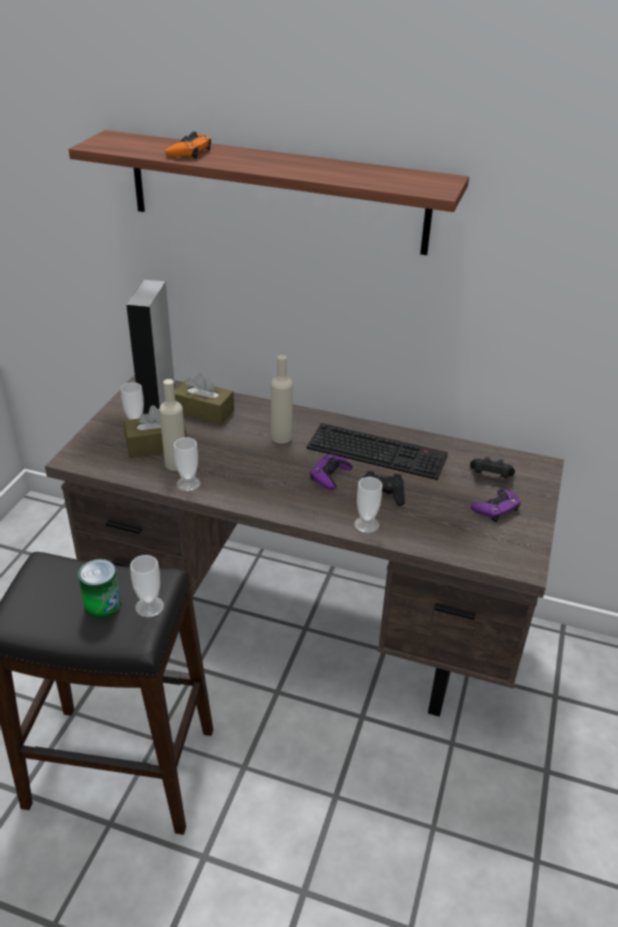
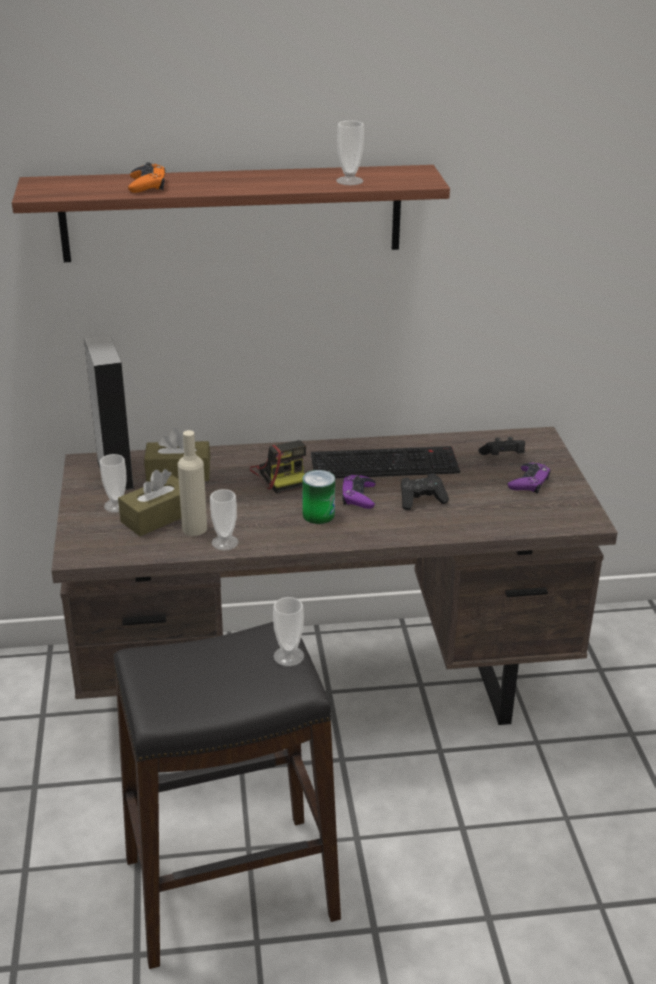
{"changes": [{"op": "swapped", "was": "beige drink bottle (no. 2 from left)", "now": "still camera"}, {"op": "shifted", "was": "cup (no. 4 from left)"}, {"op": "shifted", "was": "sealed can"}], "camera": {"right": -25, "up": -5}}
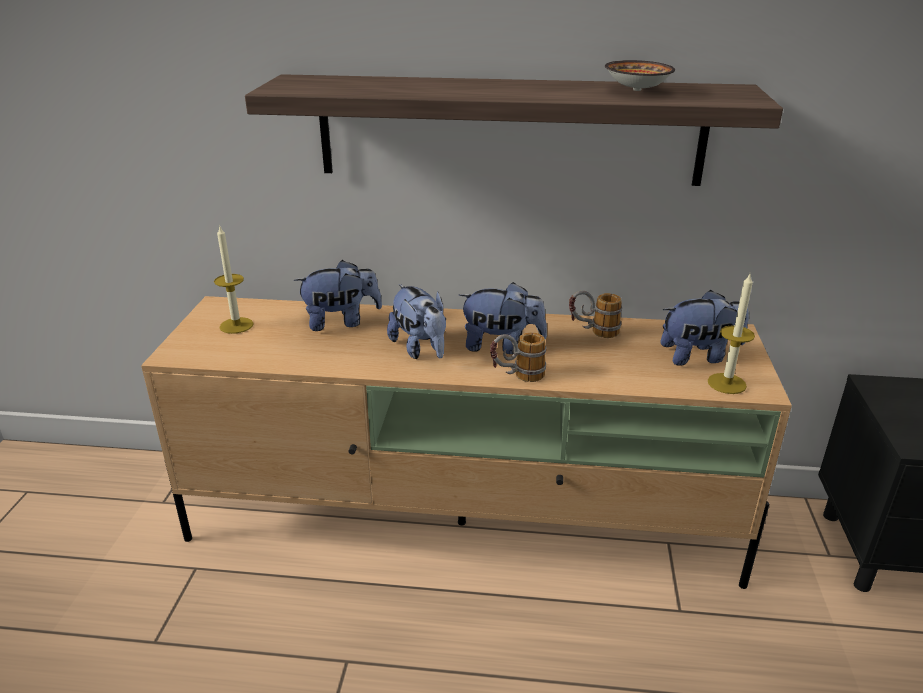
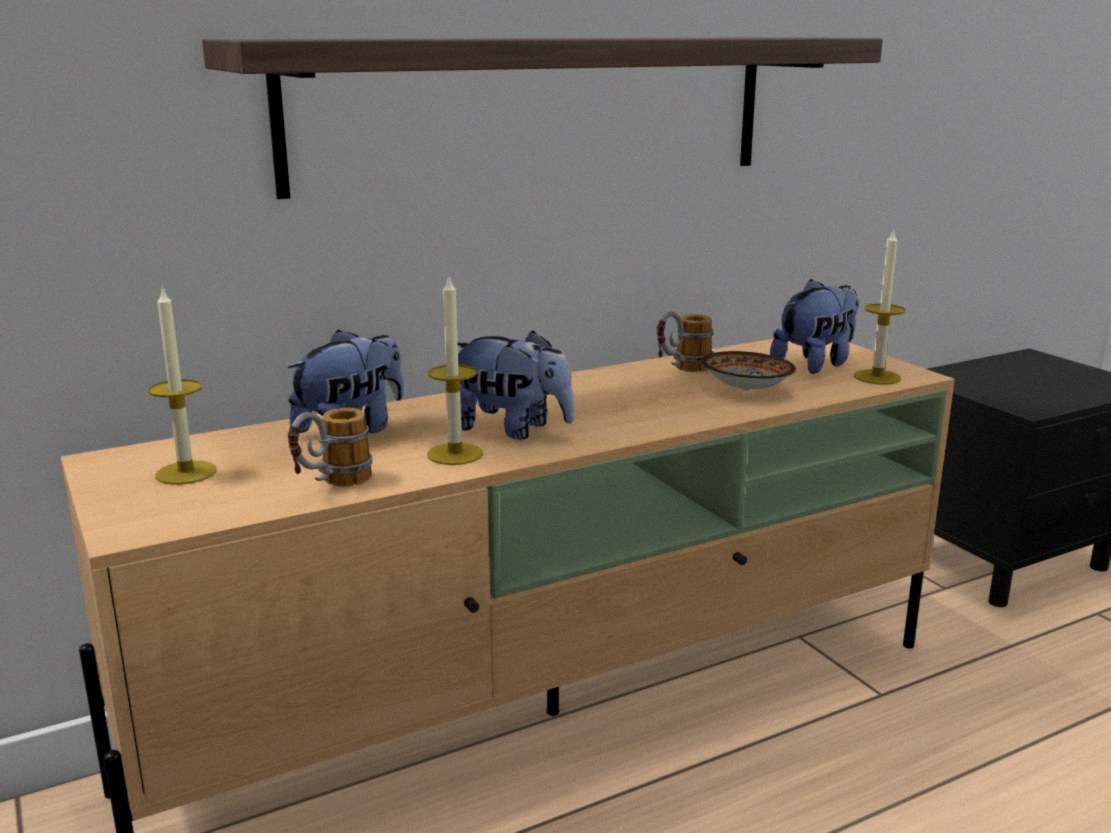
{"changes": [{"op": "shifted", "was": "bowl"}, {"op": "gone", "was": "plush toy (no. 3 from left)"}, {"op": "shifted", "was": "mug (no. 1 from left)"}, {"op": "new", "now": "wax light (no. 2 from left)"}], "camera": {"right": -35, "up": -10}}
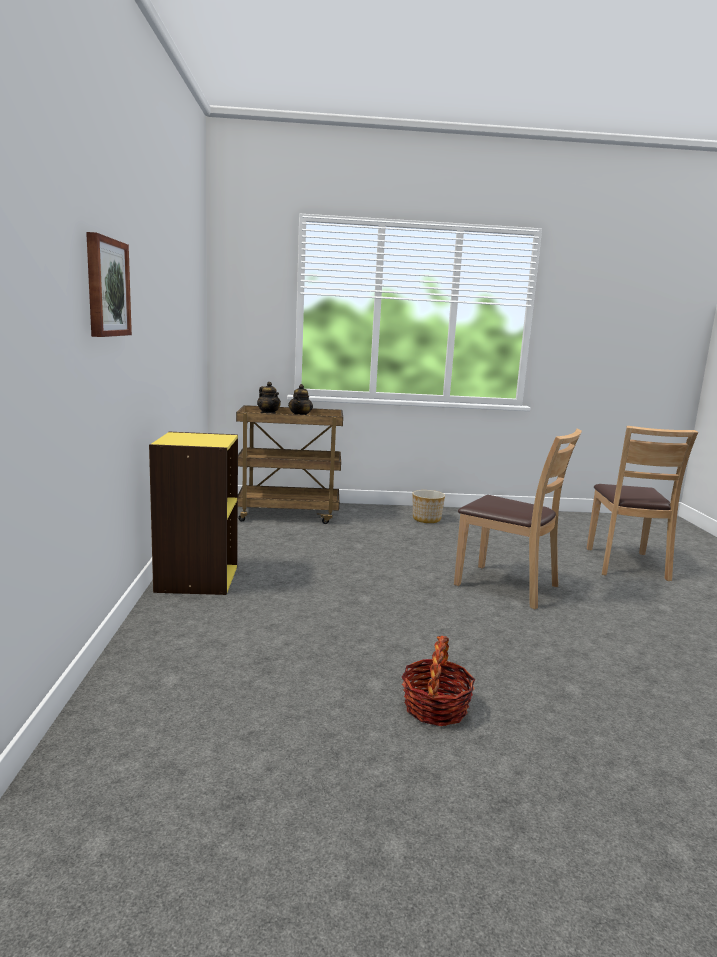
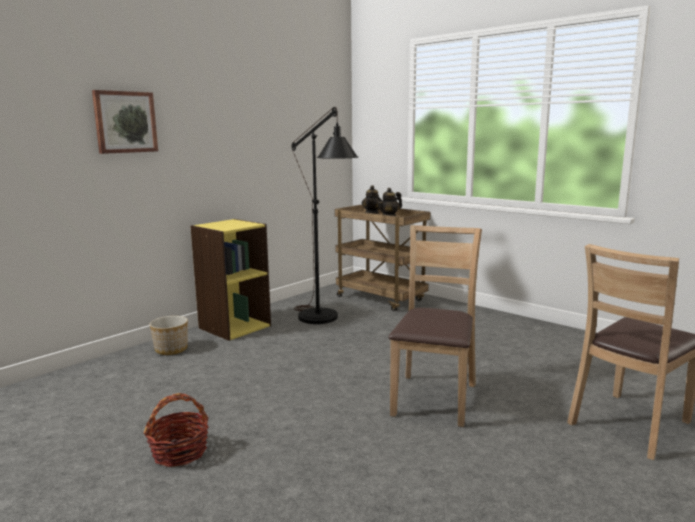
{"changes": [{"op": "rotated", "was": "brown-coloured chair (no. 1 from left)", "clockwise": -150}, {"op": "shifted", "was": "flower pot"}, {"op": "new", "now": "black standing lamp"}], "camera": {"right": 45, "up": 0}}
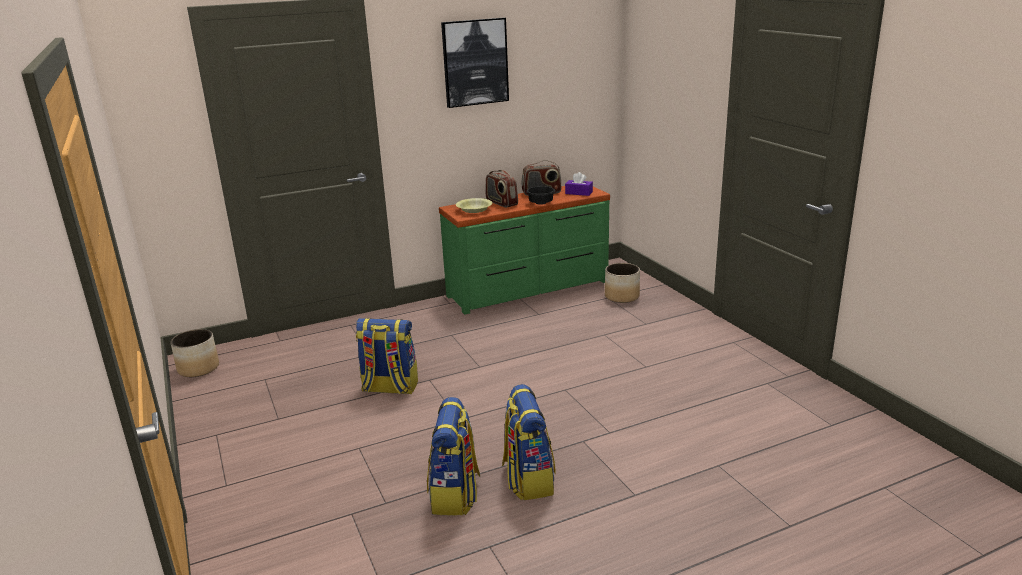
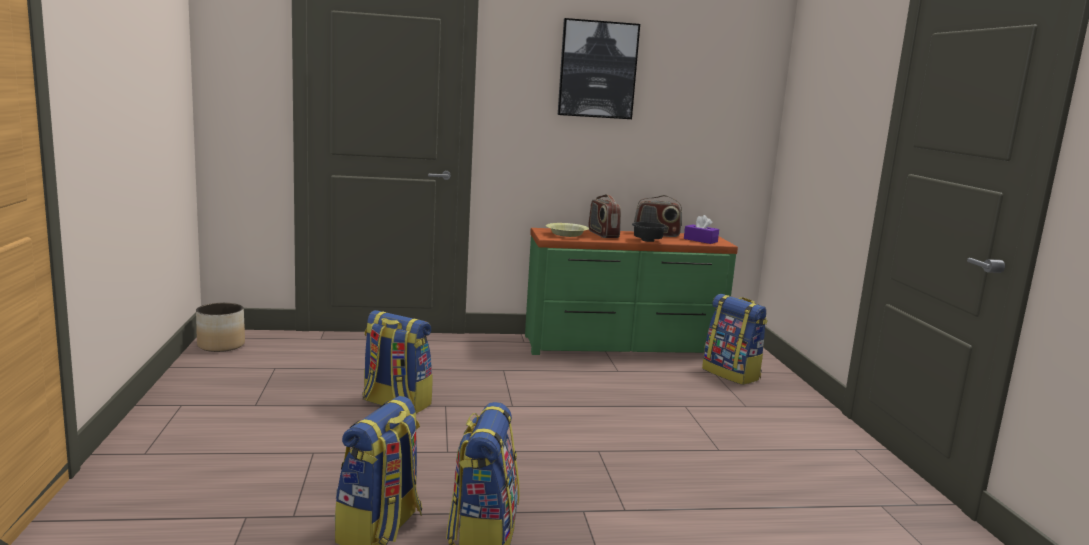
{"changes": [{"op": "swapped", "was": "flower pot (no. 2 from left)", "now": "backpack (no. 4 from left)"}], "camera": {"right": 15, "up": -10}}
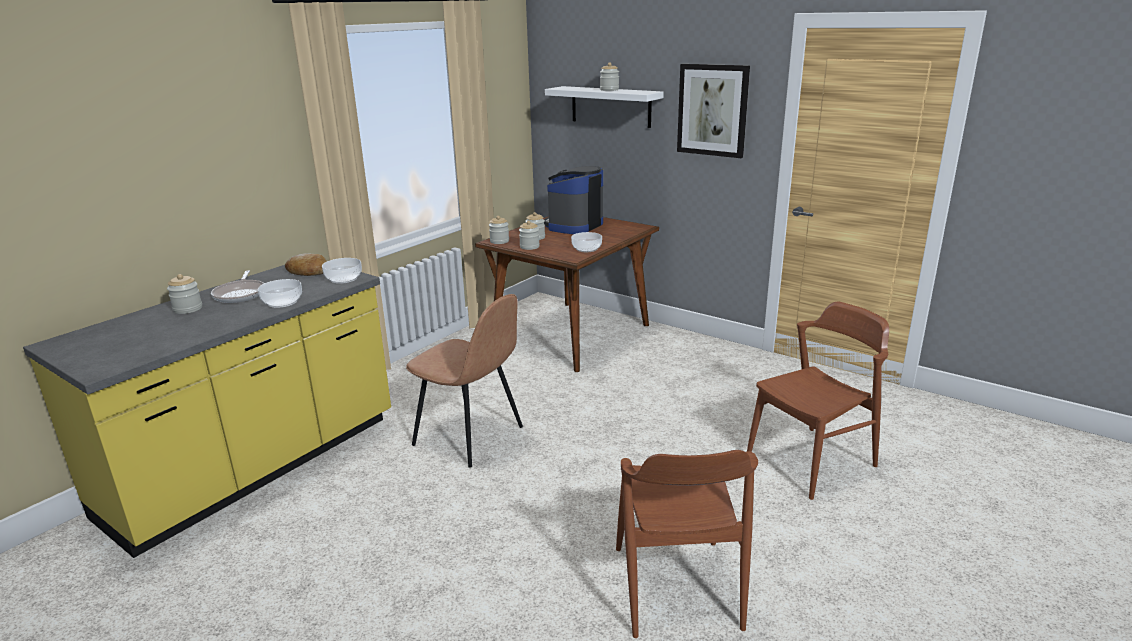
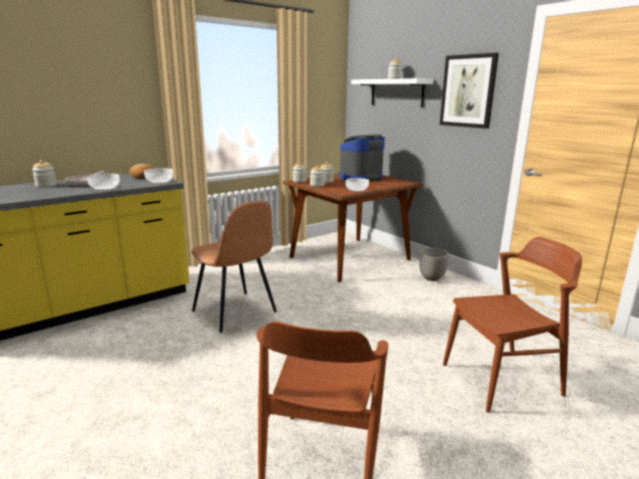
{"changes": [{"op": "new", "now": "flower pot"}], "camera": {"right": 15, "up": -5}}
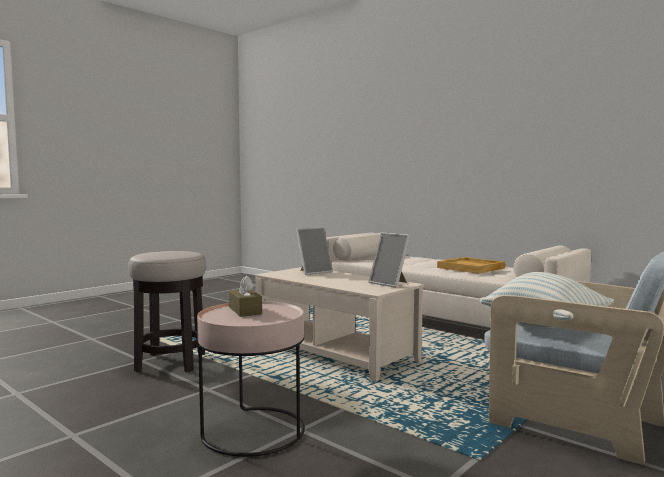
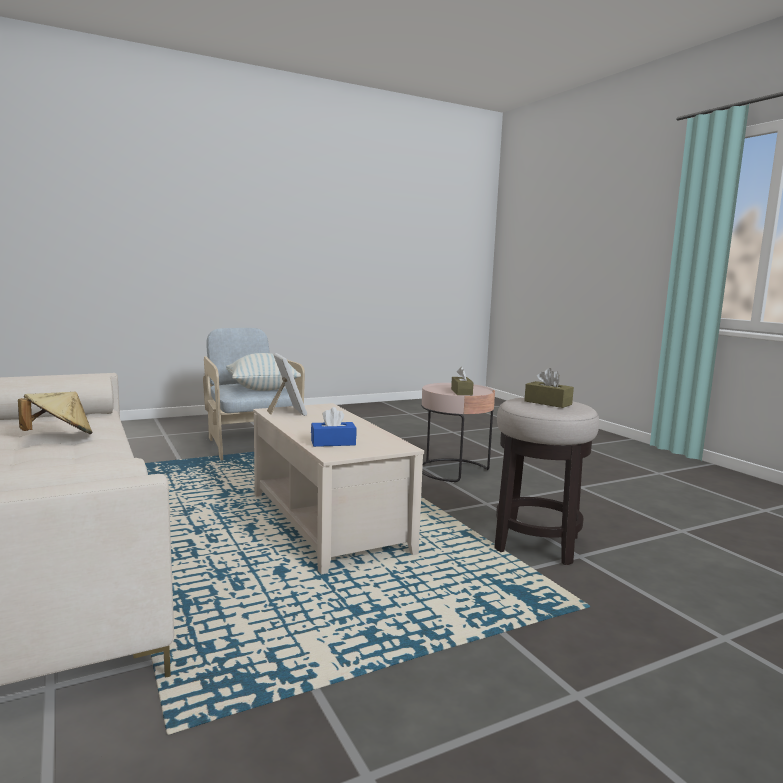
{"changes": [{"op": "swapped", "was": "standing frame (no. 1 from left)", "now": "bluish box of tissues"}, {"op": "swapped", "was": "beige carrying tray", "now": "beige hat"}, {"op": "new", "now": "brown-coloured box of tissues (no. 2 from left)"}], "camera": {"right": -160, "up": 5}}
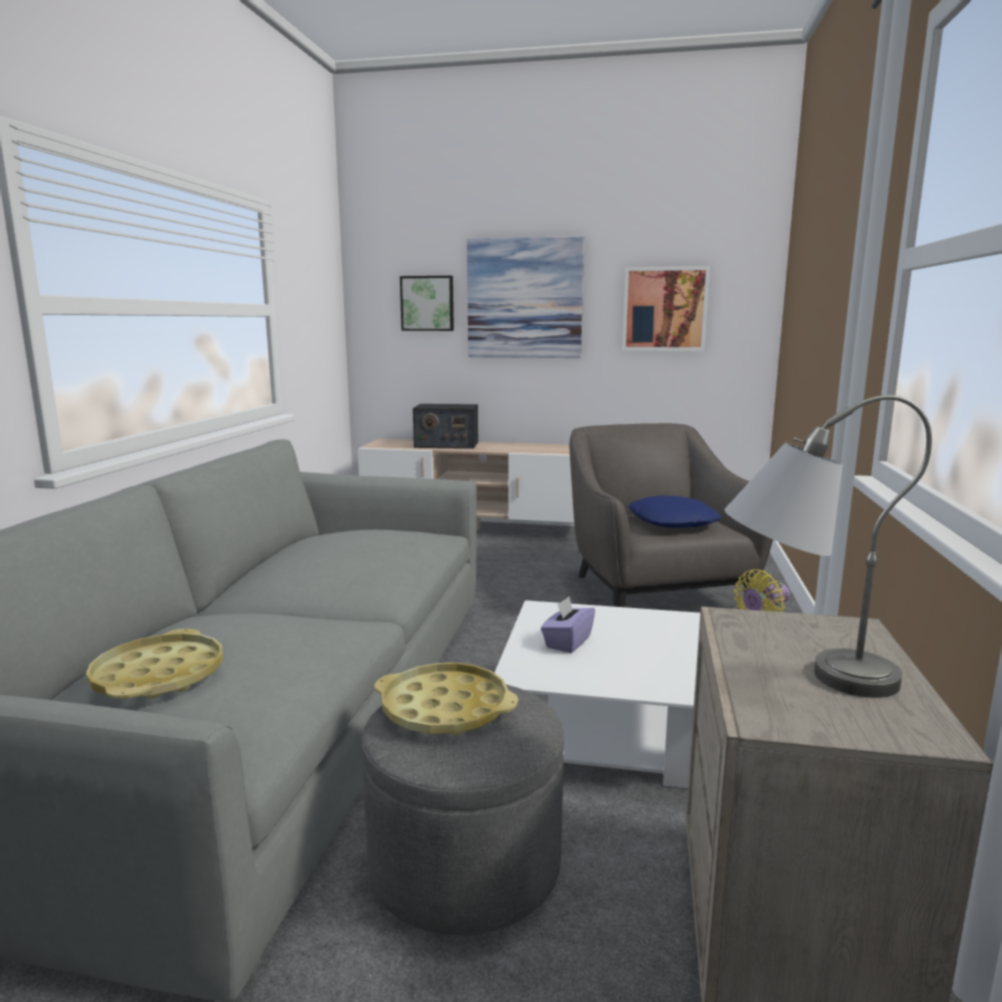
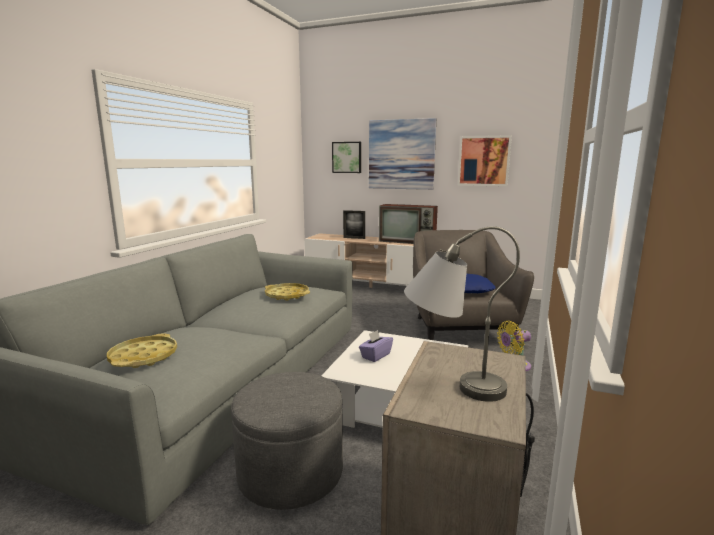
{"changes": [{"op": "swapped", "was": "radio receiver", "now": "standing frame"}, {"op": "shifted", "was": "yellow carrying tray (no. 2 from left)"}, {"op": "new", "now": "TV set"}], "camera": {"right": 10, "up": 0}}
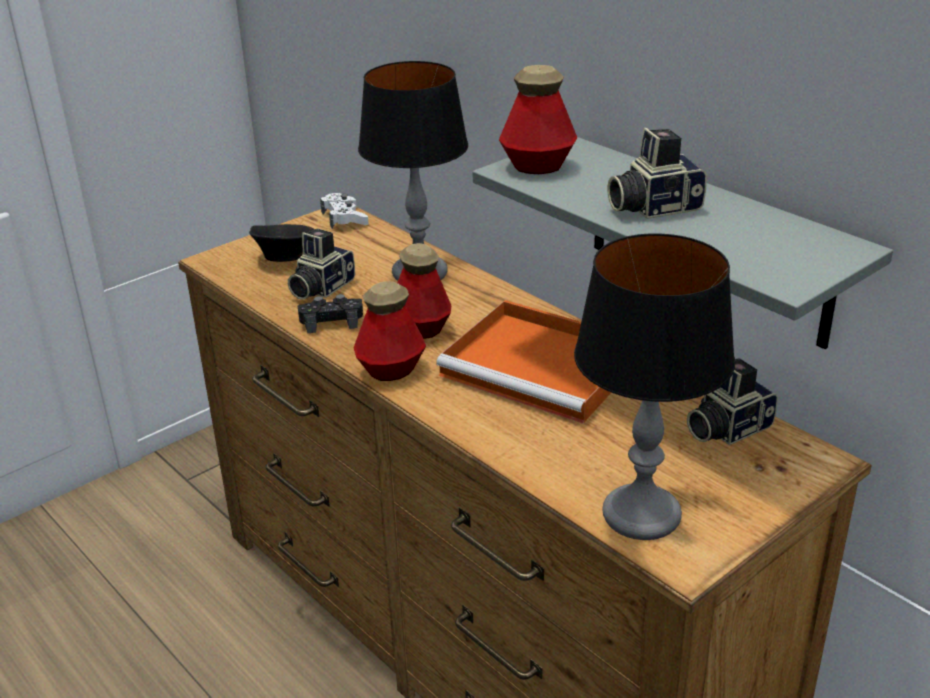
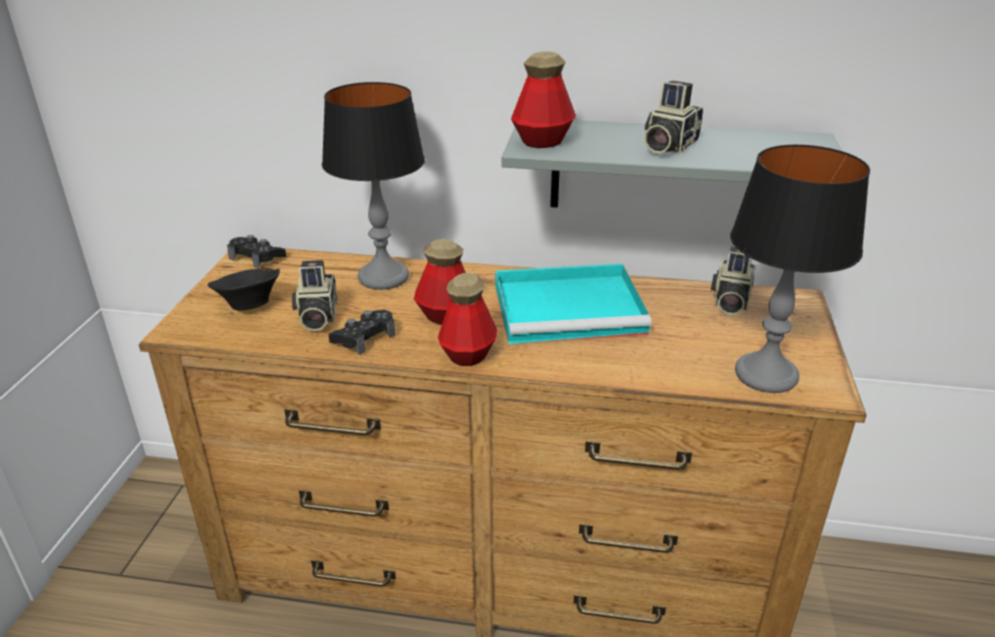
{"changes": [{"op": "repainted", "was": "white-coloured gamepad", "now": "black gamepad (no. 1 from left)"}, {"op": "repainted", "was": "orangey carrying tray", "now": "blue-green carrying tray"}], "camera": {"right": -40, "up": 0}}
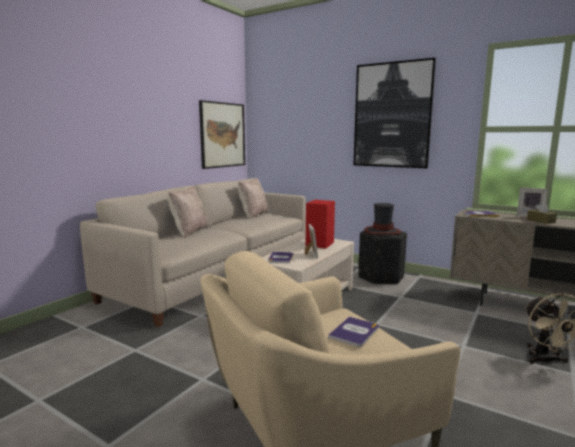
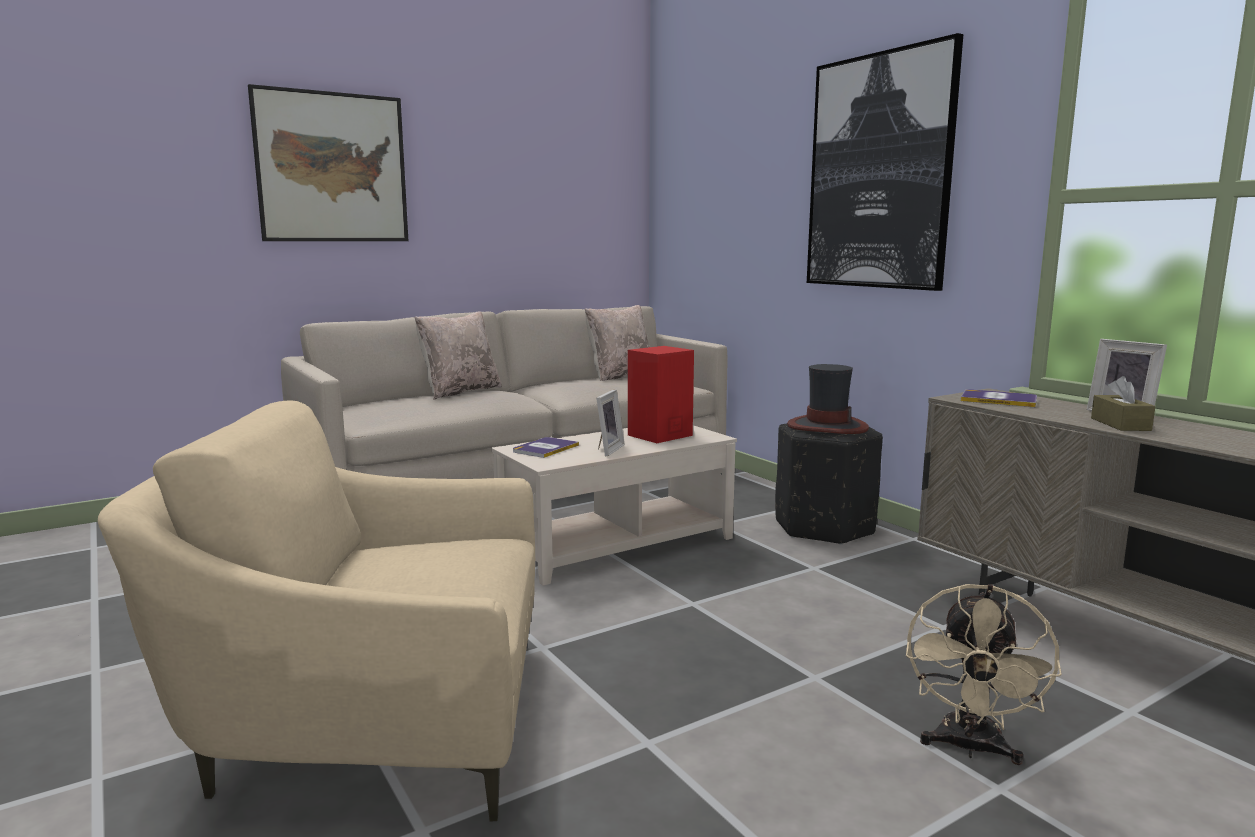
{"changes": [{"op": "shifted", "was": "picture (no. 1 from left)"}, {"op": "gone", "was": "book (no. 2 from left)"}], "camera": {"right": 25, "up": 0}}
